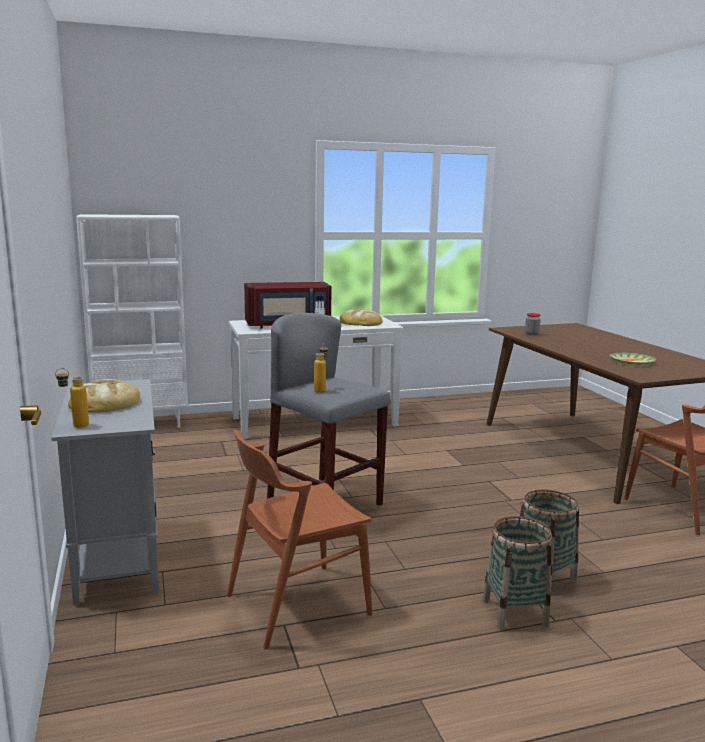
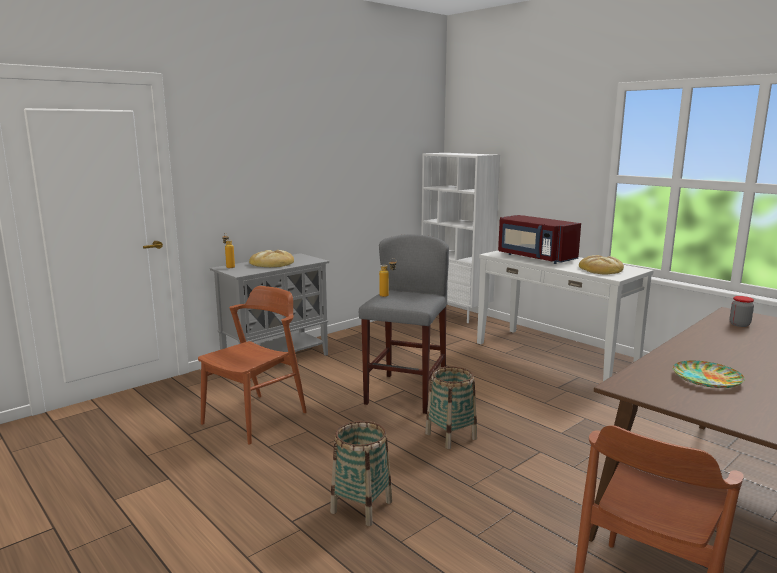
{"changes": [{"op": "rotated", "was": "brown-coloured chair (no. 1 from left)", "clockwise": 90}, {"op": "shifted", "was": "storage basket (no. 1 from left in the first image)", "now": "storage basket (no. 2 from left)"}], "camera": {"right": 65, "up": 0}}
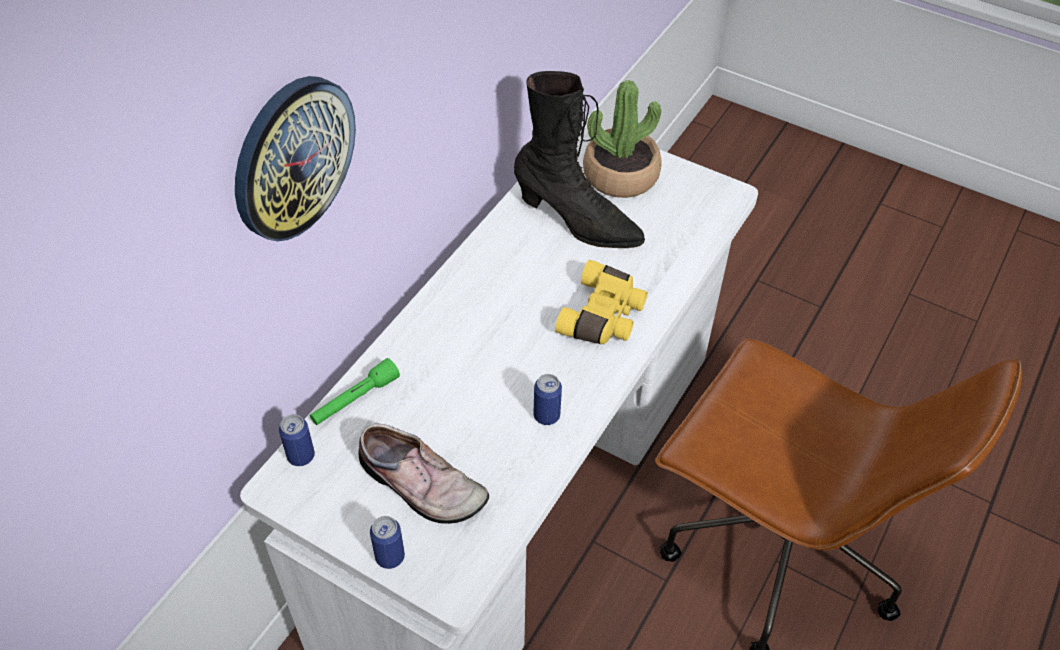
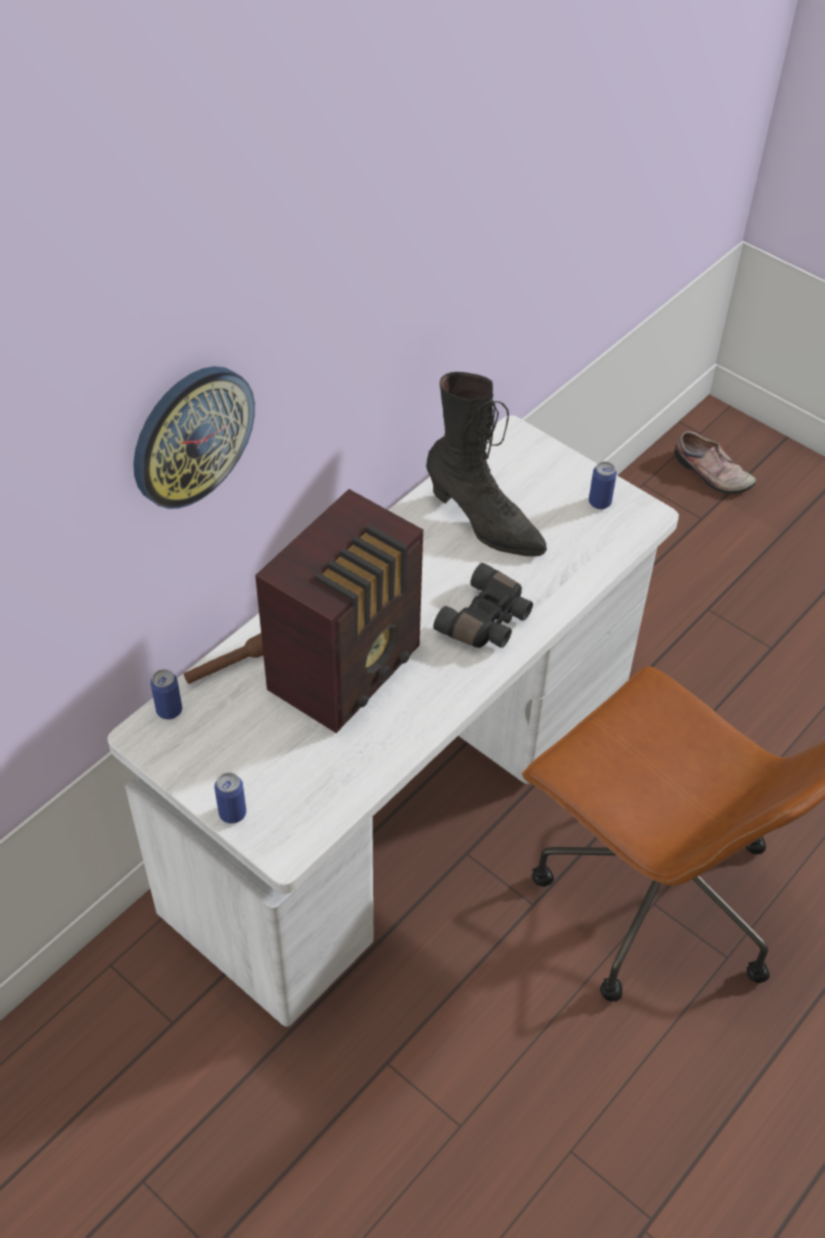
{"changes": [{"op": "gone", "was": "houseplant"}, {"op": "repainted", "was": "yellow pair of binoculars", "now": "black pair of binoculars"}, {"op": "repainted", "was": "green-coloured flashlight", "now": "brown-coloured flashlight"}, {"op": "shifted", "was": "sealed can (no. 3 from left)"}, {"op": "shifted", "was": "item of footwear"}, {"op": "new", "now": "radio receiver"}], "camera": {"right": 10, "up": 0}}
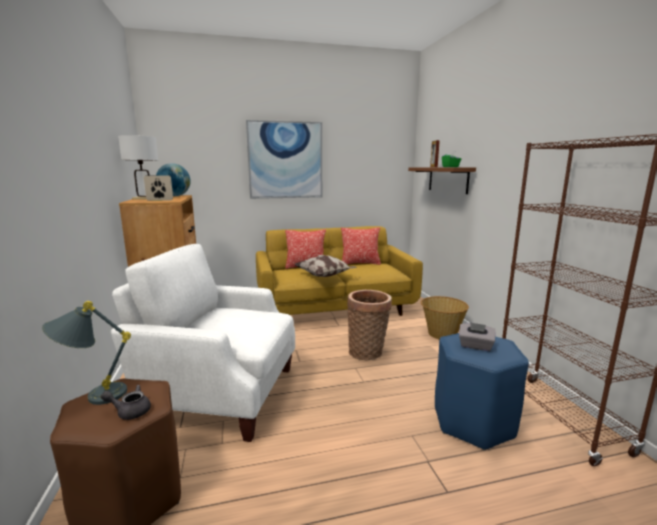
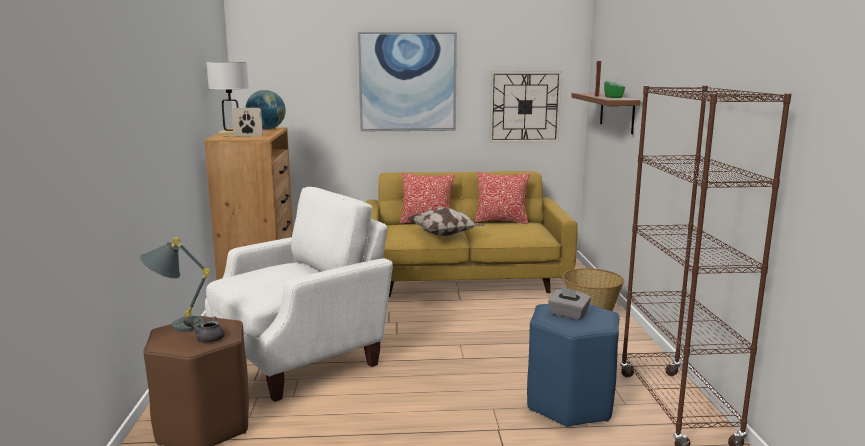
{"changes": [{"op": "rotated", "was": "white-coloured armchair", "clockwise": 120}, {"op": "gone", "was": "storage basket (no. 1 from left)"}, {"op": "new", "now": "wall clock"}], "camera": {"right": 10, "up": 0}}
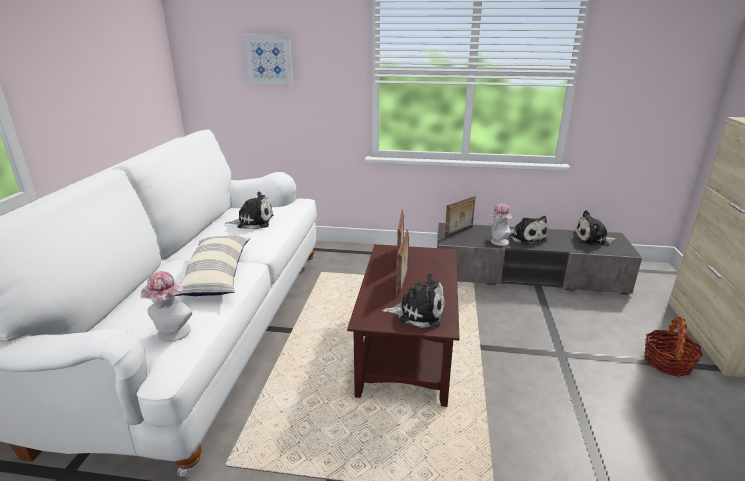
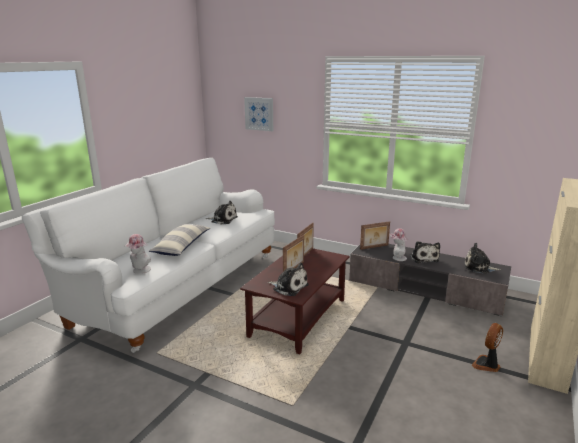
{"changes": [{"op": "swapped", "was": "storage basket", "now": "electric fan"}], "camera": {"right": 20, "up": -5}}
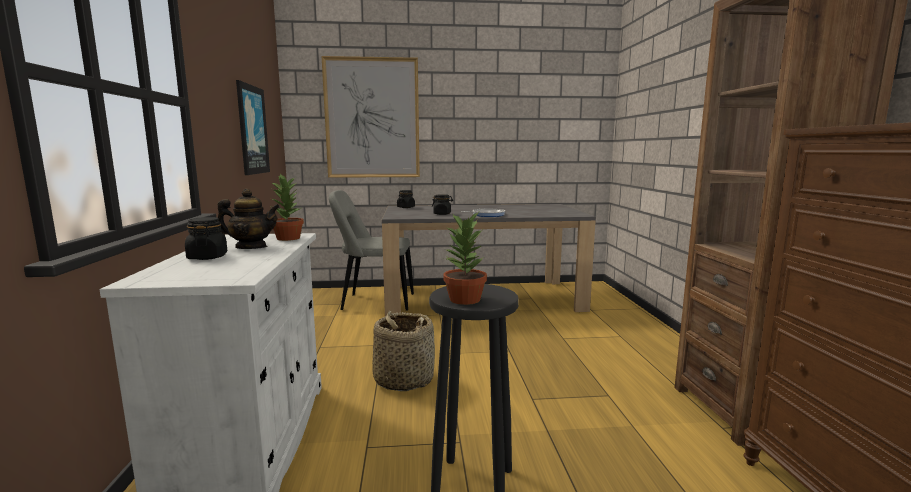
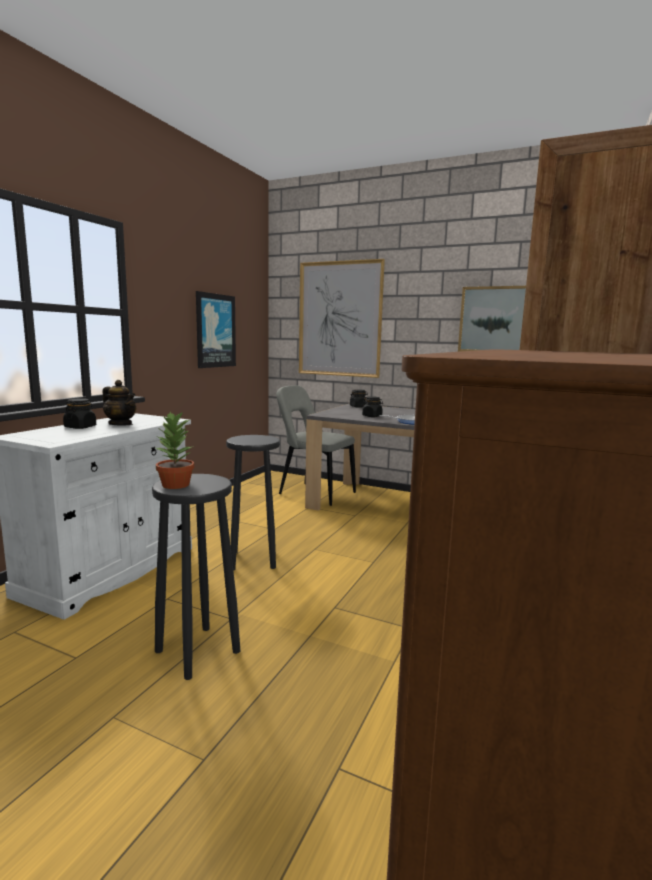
{"changes": [{"op": "gone", "was": "houseplant (no. 1 from left)"}, {"op": "swapped", "was": "storage basket", "now": "black stool seat (no. 2 from left)"}, {"op": "new", "now": "picture (no. 3 from left)"}], "camera": {"right": 30, "up": 0}}
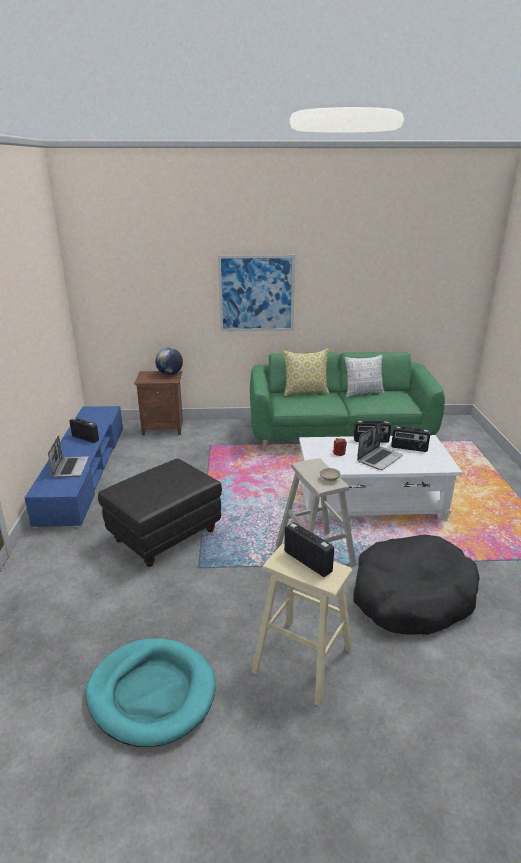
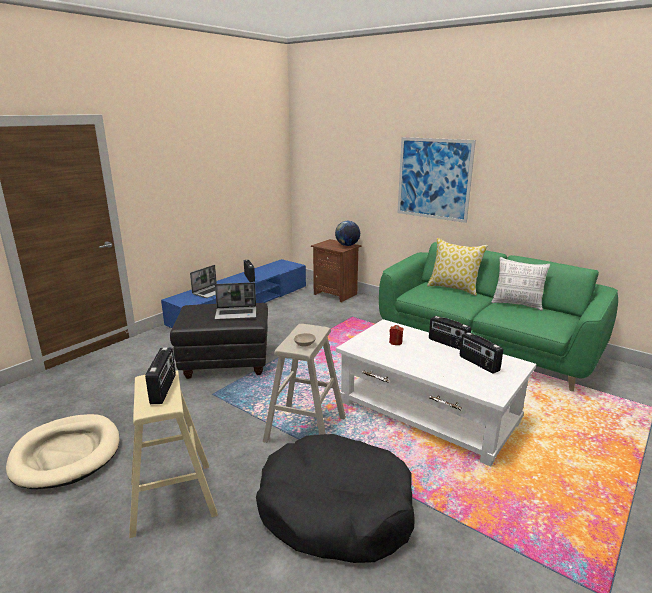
{"changes": [{"op": "shifted", "was": "portable computer (no. 2 from left)"}, {"op": "repainted", "was": "blue-green pet bed", "now": "beige pet bed"}], "camera": {"right": 40, "up": -5}}
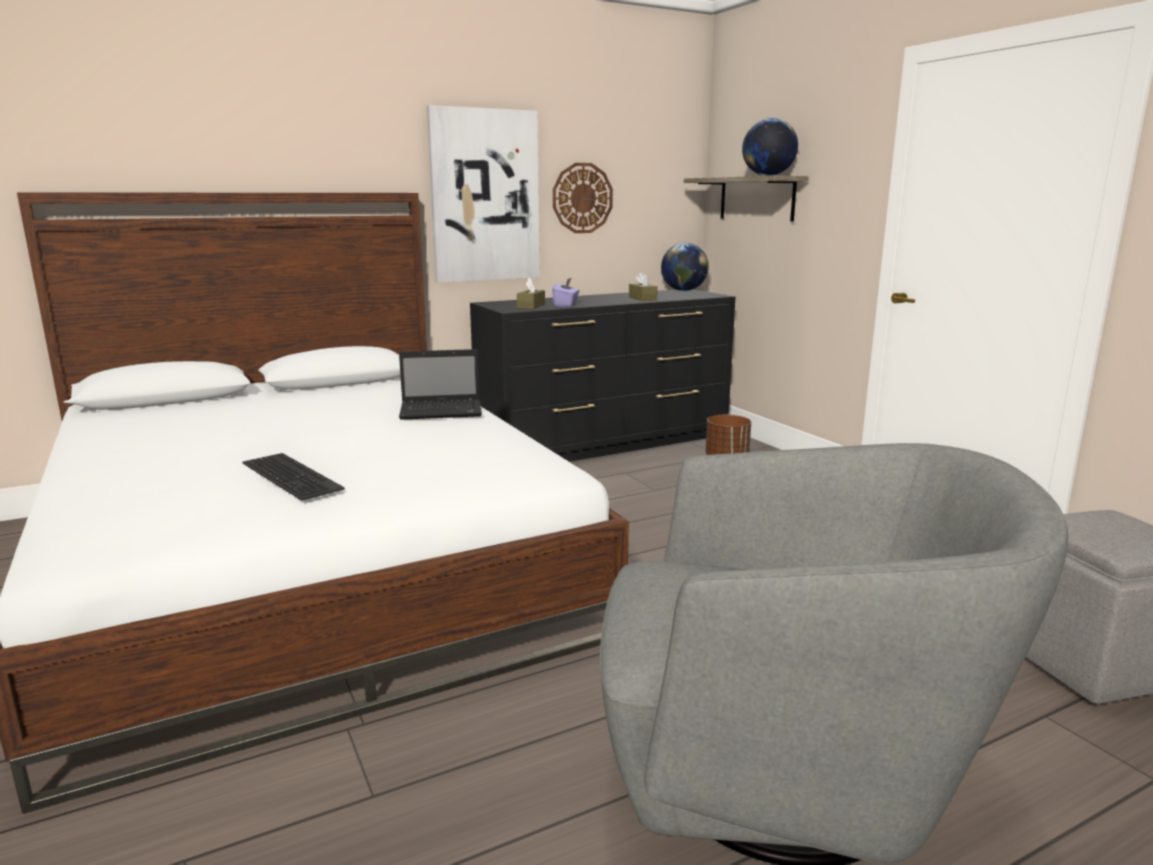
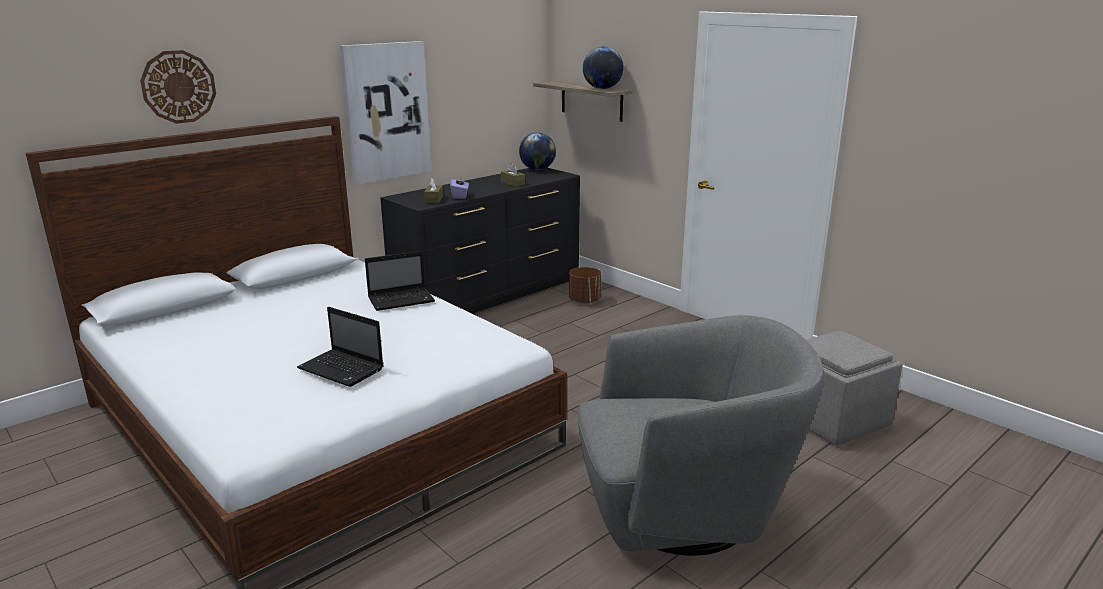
{"changes": [{"op": "shifted", "was": "wall clock"}, {"op": "swapped", "was": "keyboard", "now": "portable computer (no. 1 from left)"}], "camera": {"right": -15, "up": 5}}
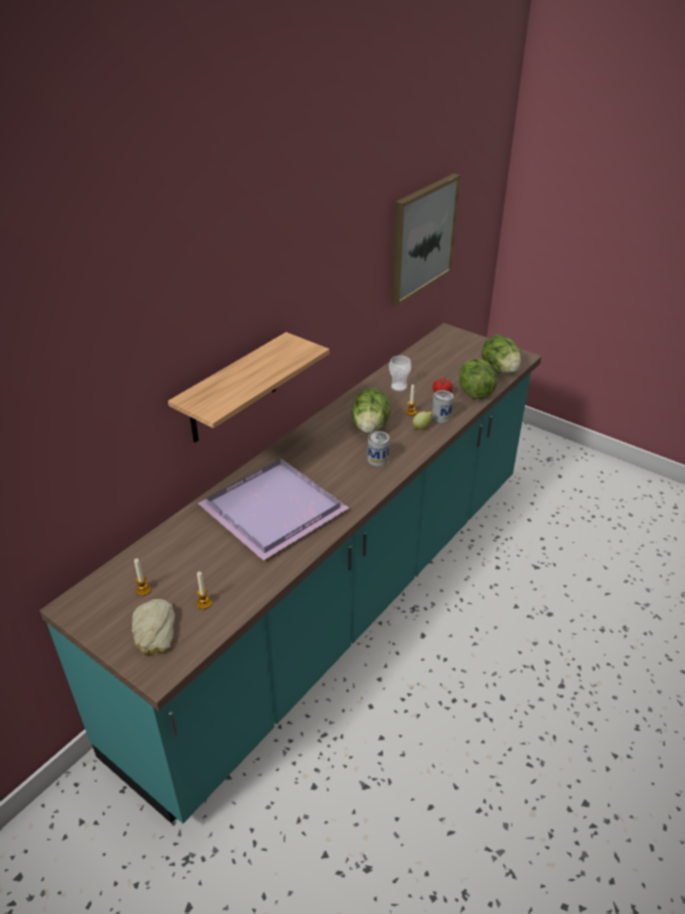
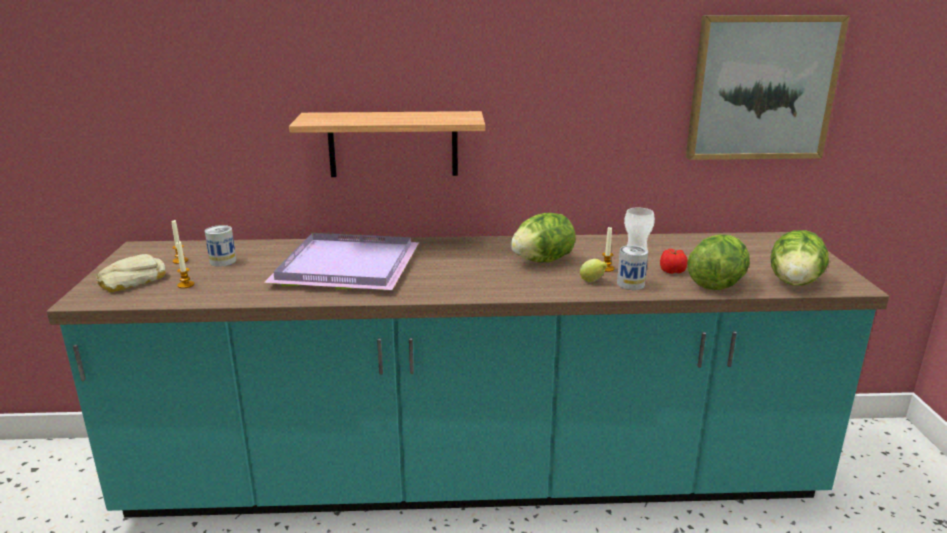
{"changes": [{"op": "shifted", "was": "sealed can (no. 1 from left)"}], "camera": {"right": 50, "up": -15}}
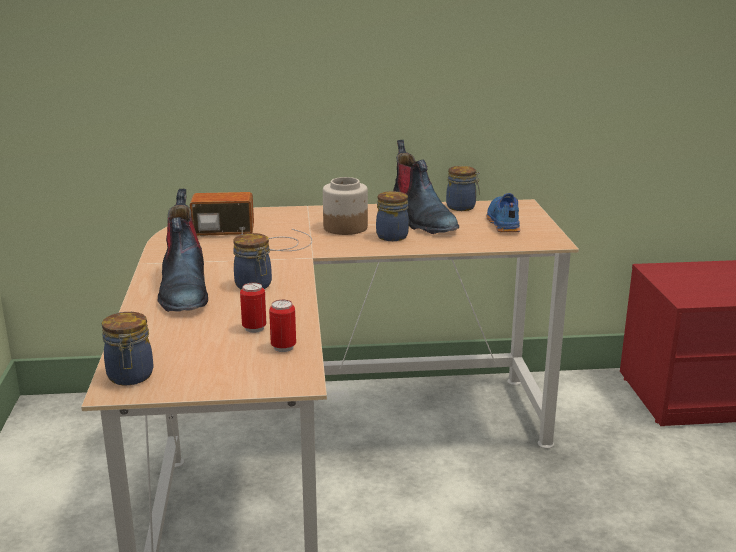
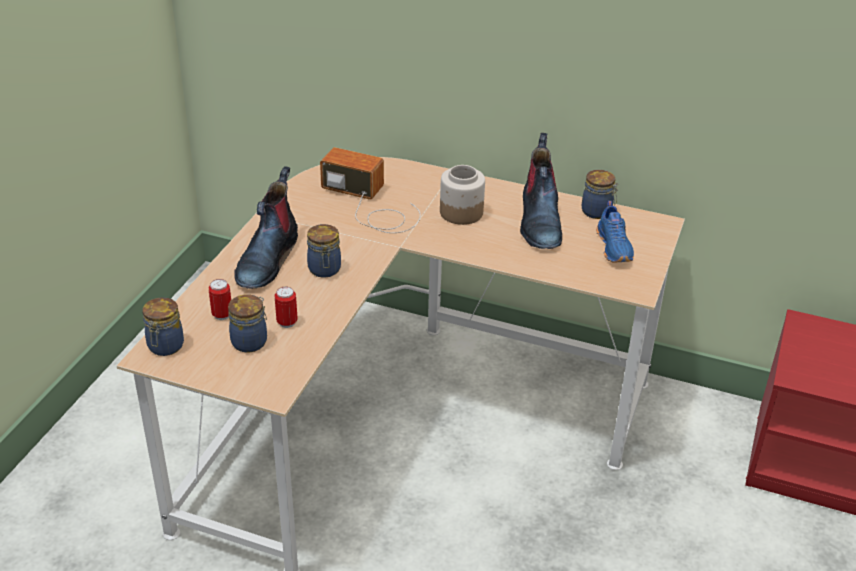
{"changes": [{"op": "shifted", "was": "preserve jar (no. 4 from left in the first image)", "now": "preserve jar (no. 2 from left)"}, {"op": "rotated", "was": "bluish item of footwear", "clockwise": 150}, {"op": "shifted", "was": "sealed can (no. 2 from left in the first image)", "now": "sealed can (no. 1 from left)"}], "camera": {"right": 25, "up": 15}}
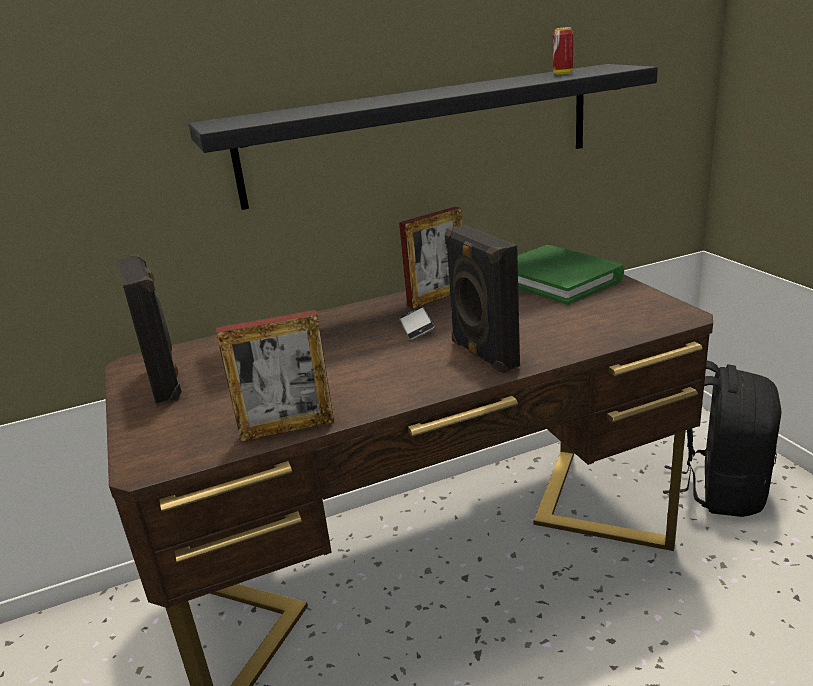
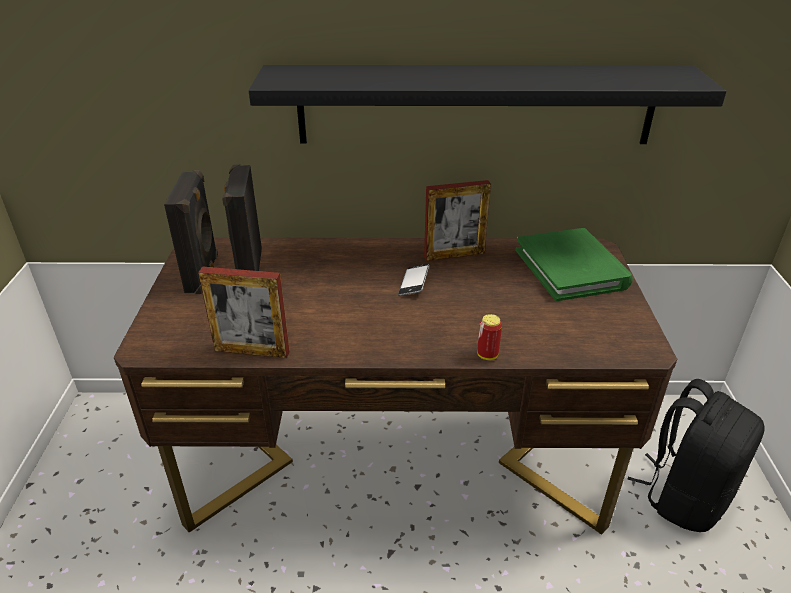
{"changes": [{"op": "shifted", "was": "sealed can"}, {"op": "shifted", "was": "black loudspeaker (no. 2 from left)"}], "camera": {"right": 20, "up": 10}}
